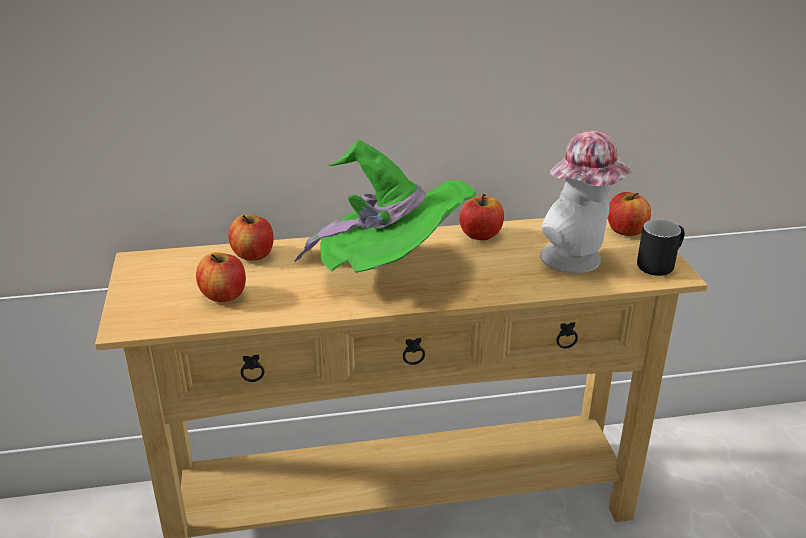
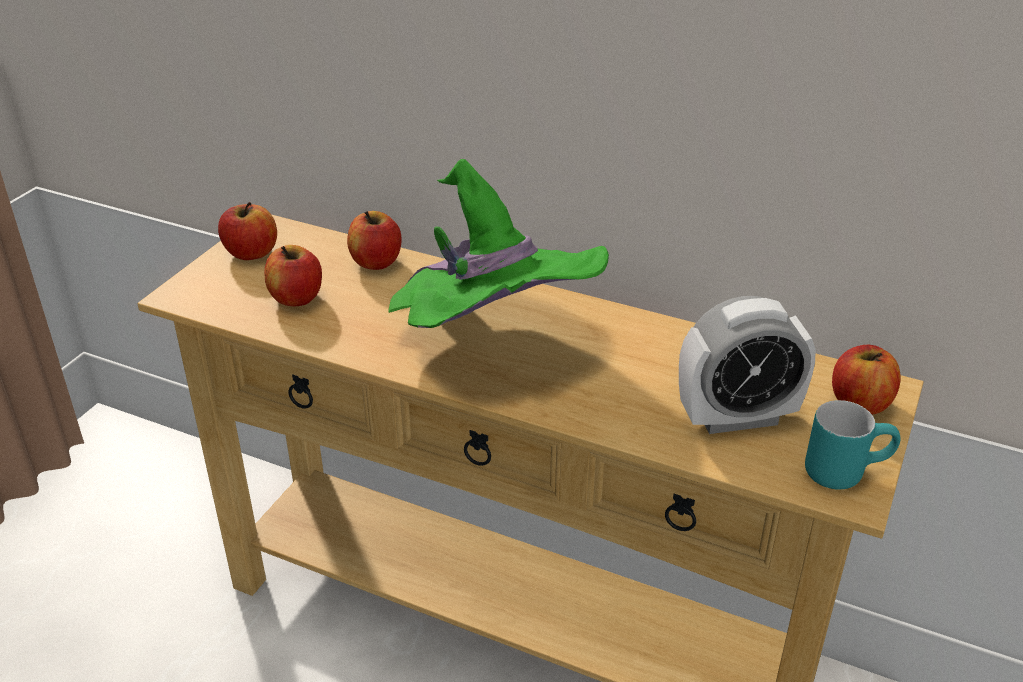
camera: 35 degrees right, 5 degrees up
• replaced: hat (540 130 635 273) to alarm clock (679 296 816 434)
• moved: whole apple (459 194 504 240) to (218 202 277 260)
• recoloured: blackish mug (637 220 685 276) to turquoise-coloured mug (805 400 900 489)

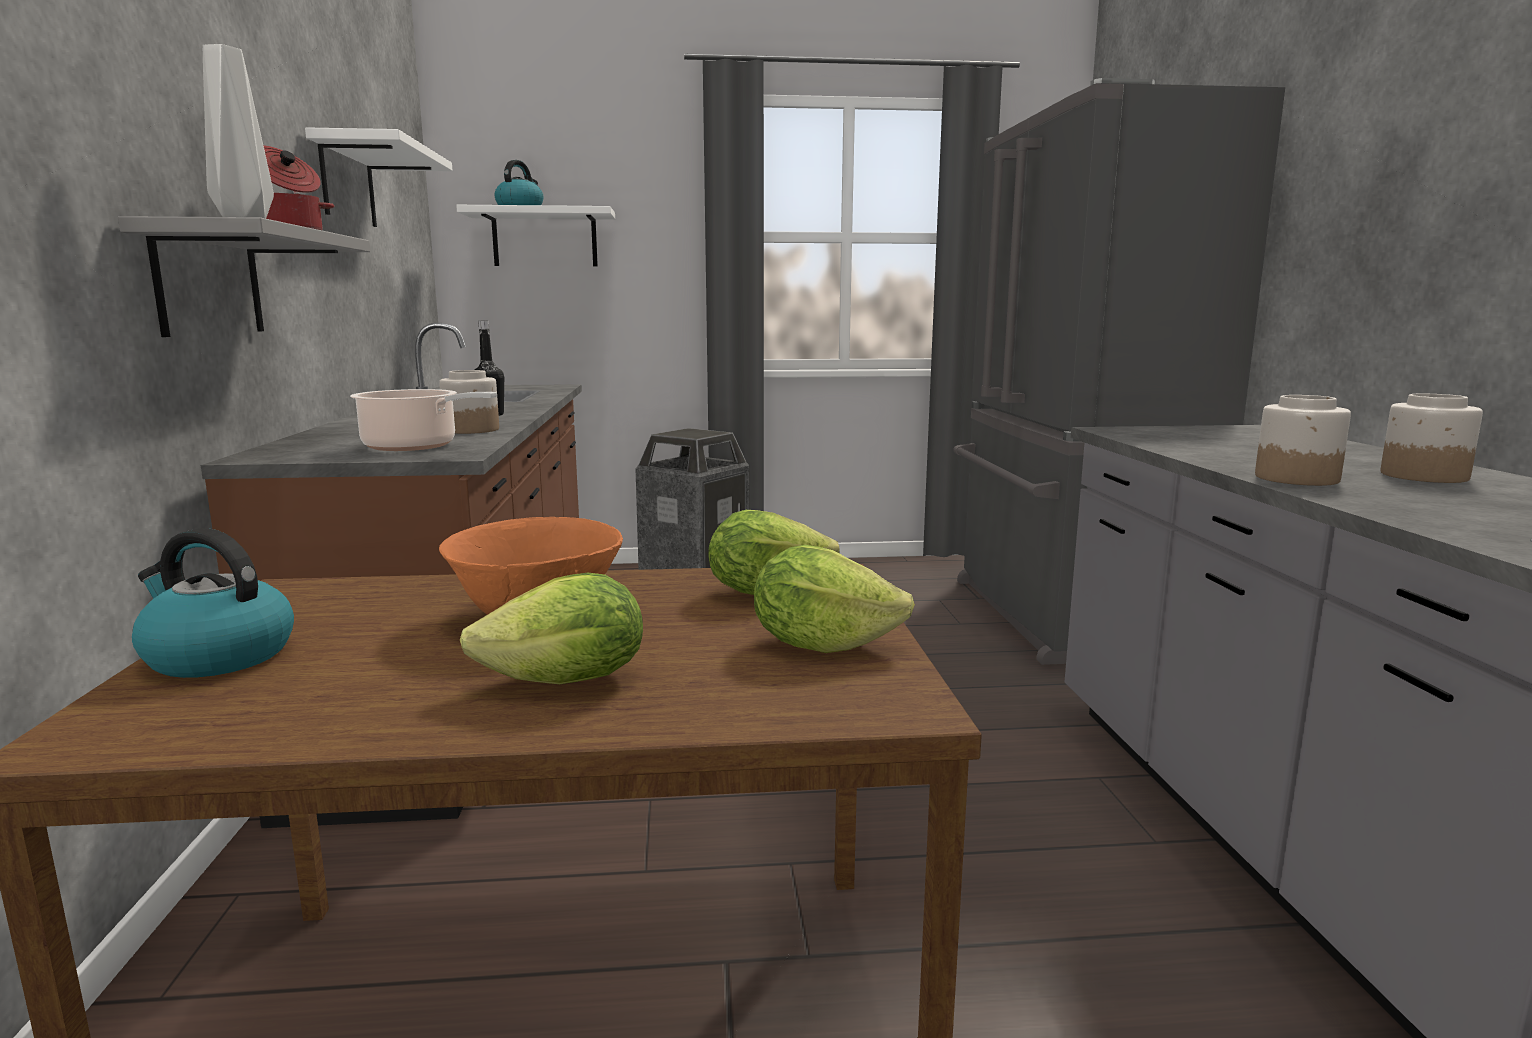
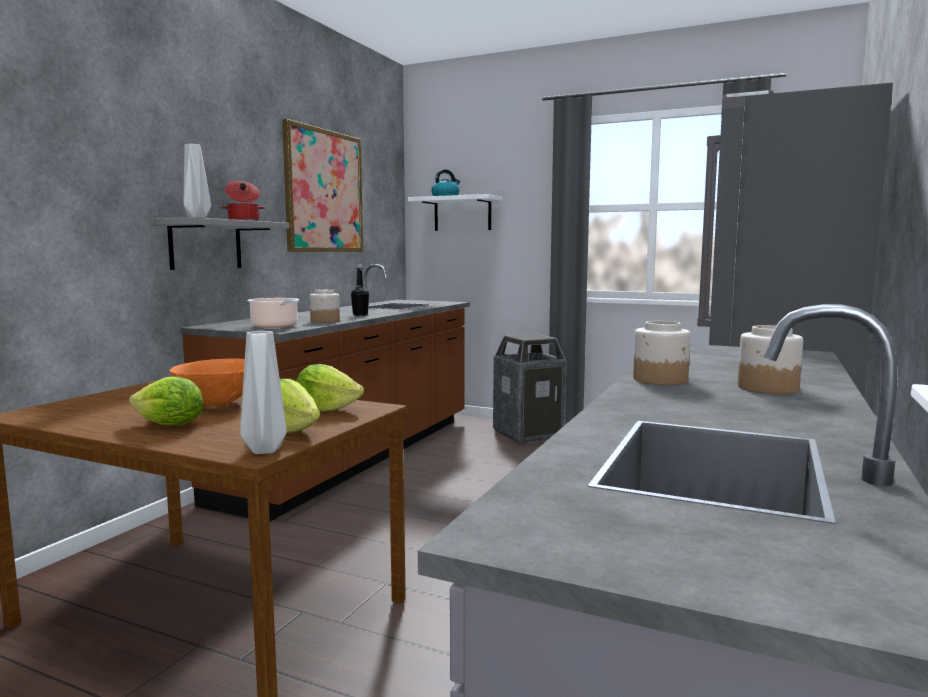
camera: 30 degrees right, 5 degrees down
• replaced: whitish bracket shelf (305 127 452 227) to picture (282 119 363 252)
• removed: water kettle (132 528 294 678)
• added: grey flower vase (240 331 287 454)

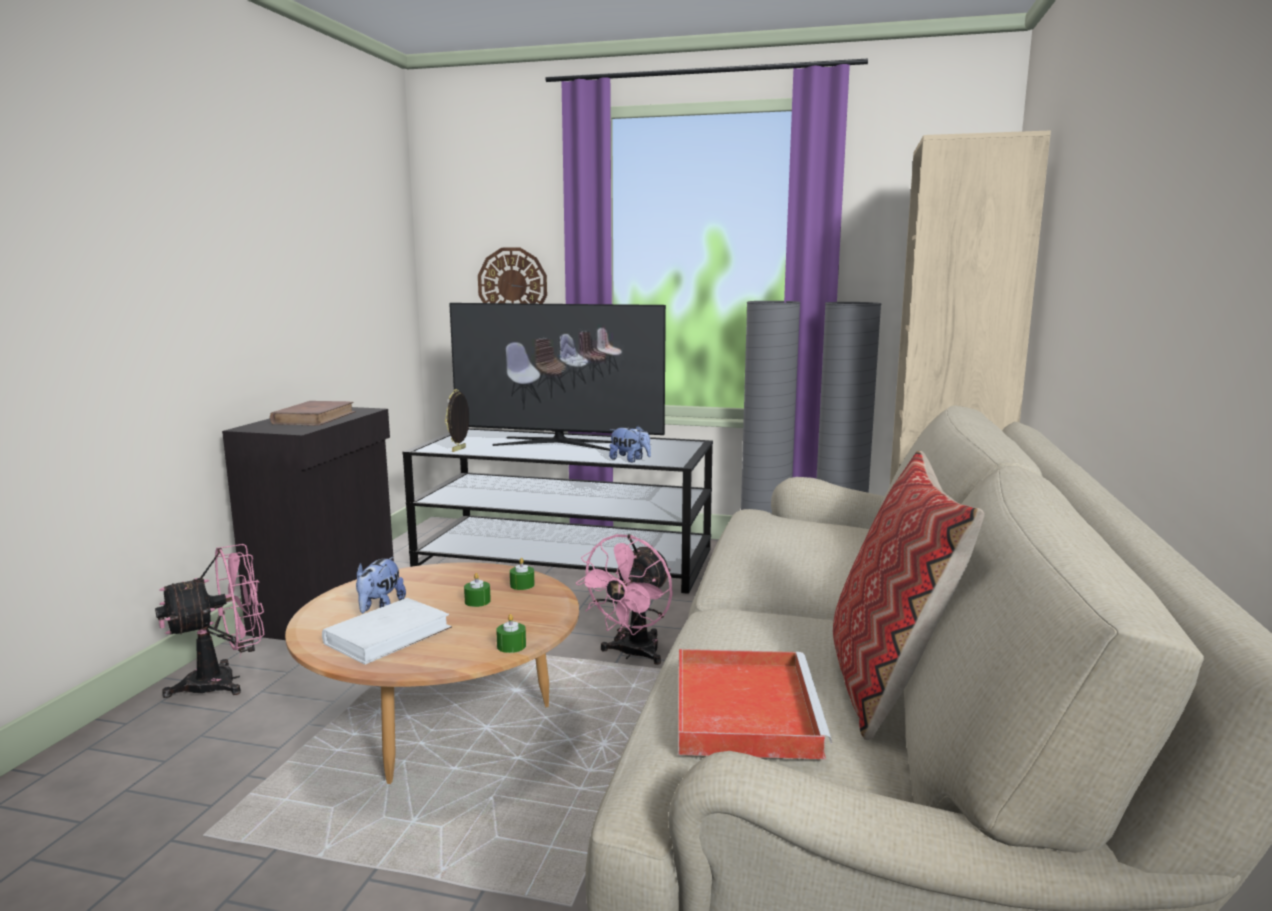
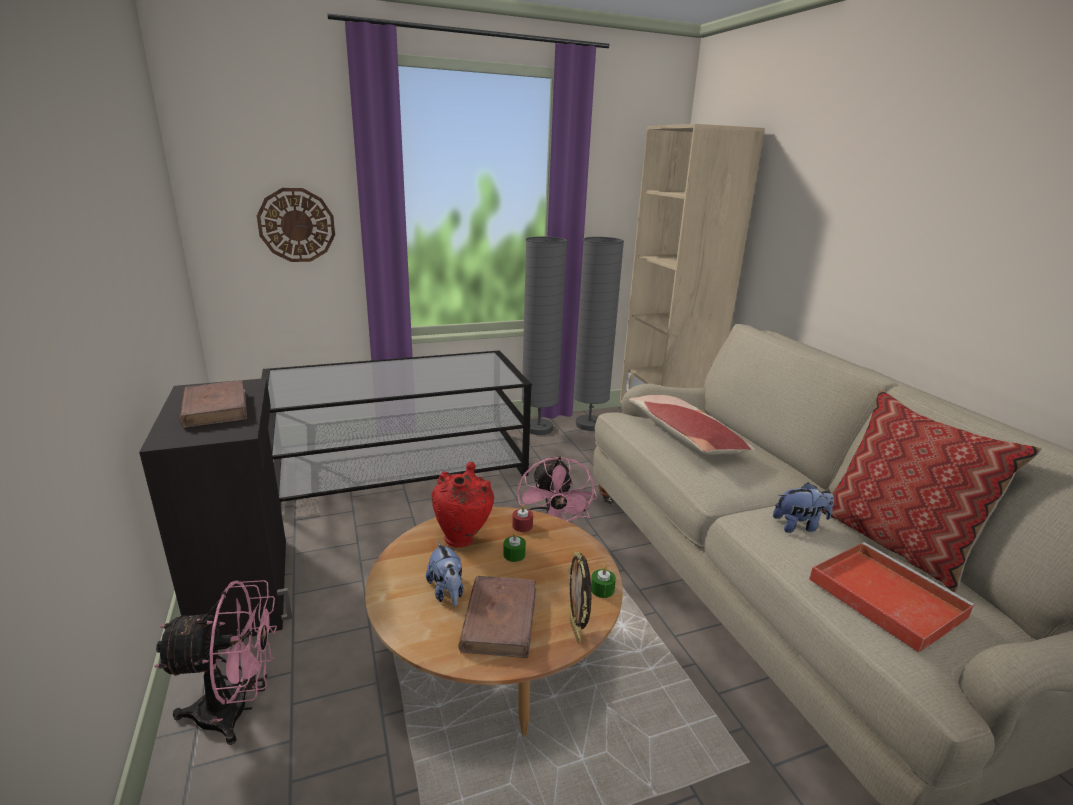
camera: 35 degrees left, 10 degrees up
• removed: television (449 303 666 451)
• moved: picture frame (445 389 469 452) to (568 551 591 644)
• moved: plush toy (609 426 651 462) to (773 483 834 533)
• turned: pink-coloured fan (155 544 264 698) = (154 580 277 745) 60 degrees clockwise
• recoloured: greenish wax candle (510 558 535 590) to reddish wax candle (512 505 533 532)
• recoloured: whitish volume (322 598 452 665) to brown volume (458 576 536 658)
• added: throw pillow (629 395 755 455)
• added: reddish flower vase (432 462 494 547)

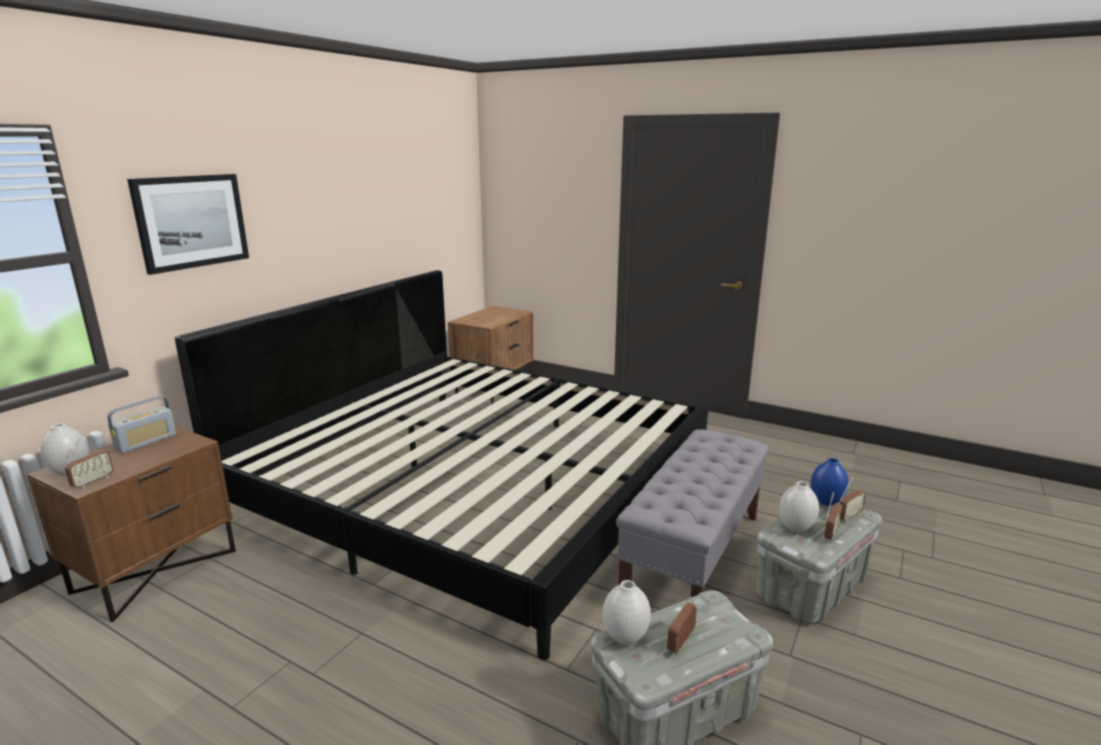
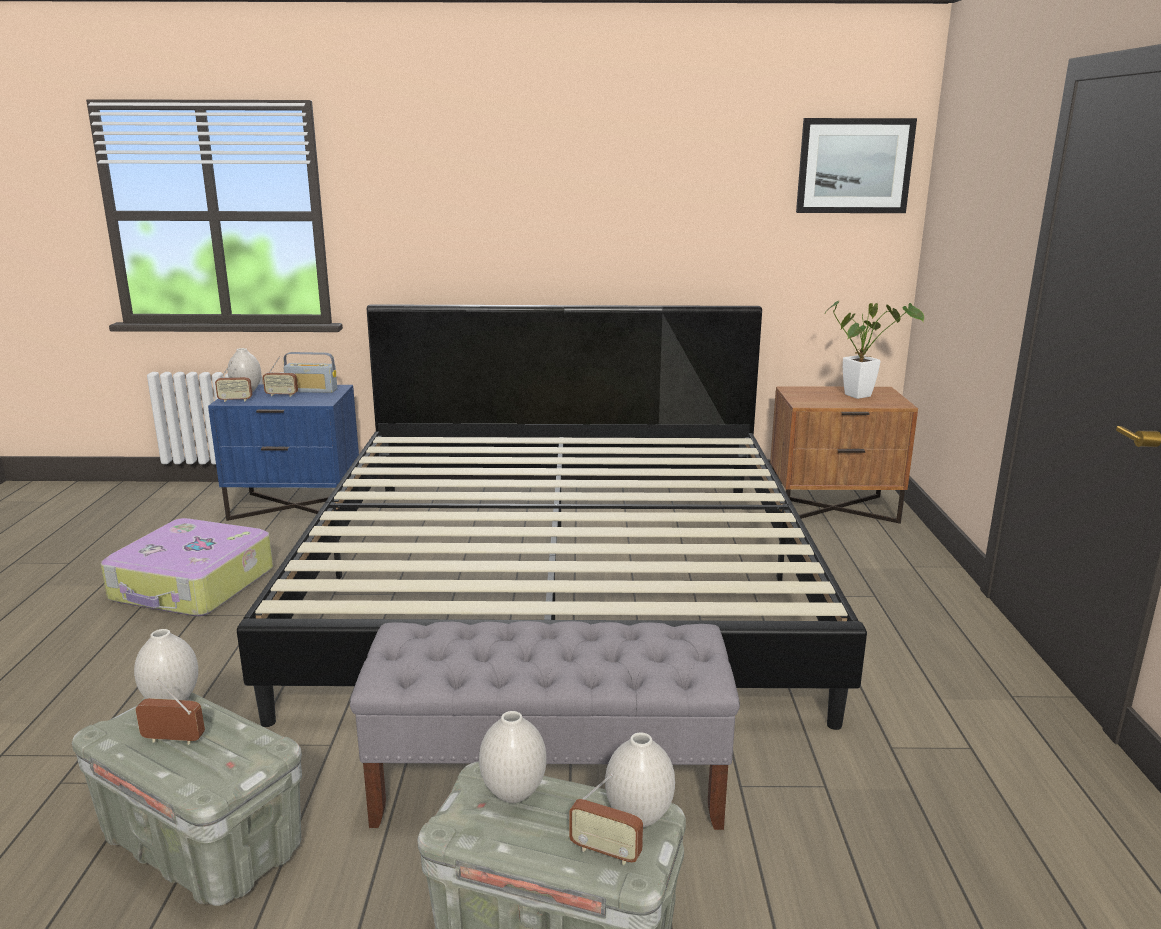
camera: 60 degrees right, 0 degrees up
• moved: picture (127 174 249 275) to (796 118 917 213)
• recoloured: brown nightstand (27 426 236 622) to bluish nightstand (208 384 359 521)
• recoloured: bluish flower vase (811 458 849 506) to whitish flower vase (605 732 675 828)
• moved: radio (824 492 843 541) to (263 356 298 397)
• added: houseplant (823 301 924 399)
• added: piece of luggage (101 518 273 616)

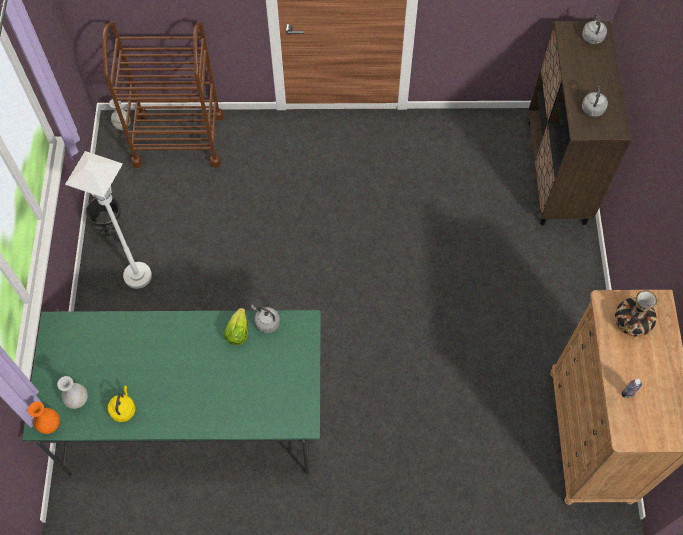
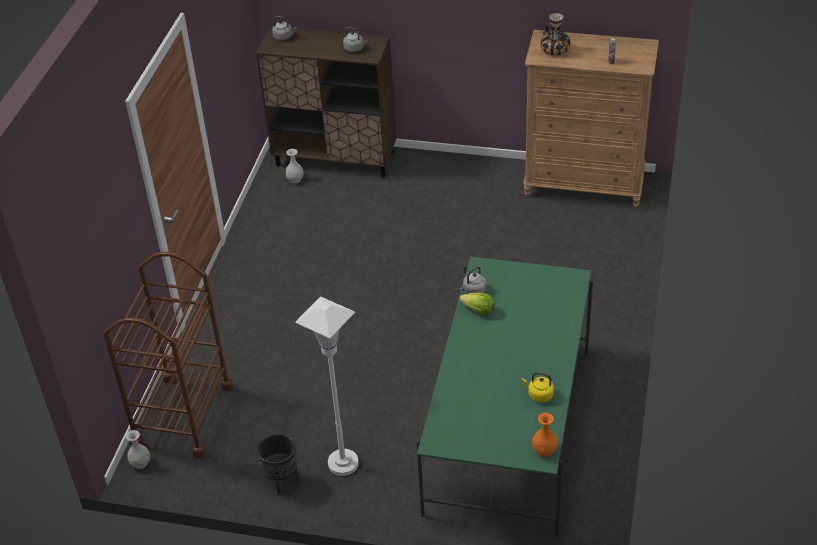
camera: 75 degrees left, 20 degrees down
• moved: whitish flower vase (57 376 88 409) to (286 149 304 183)

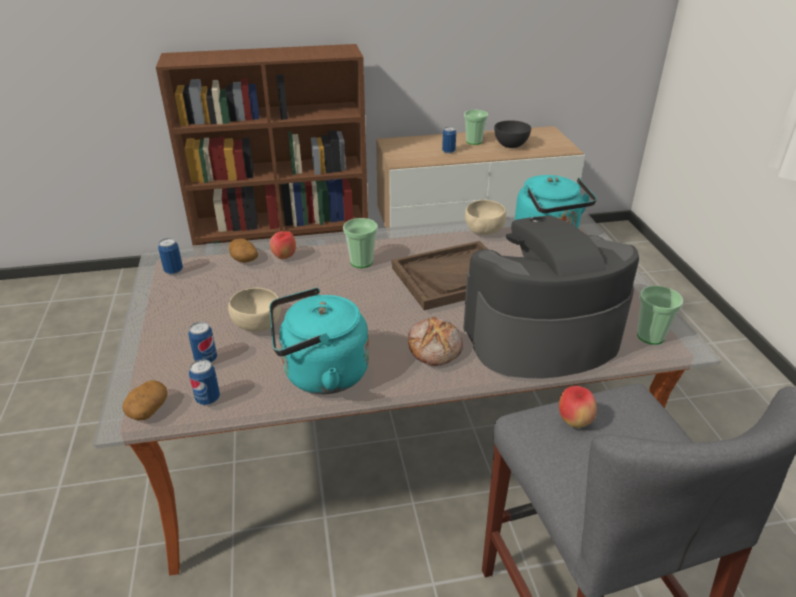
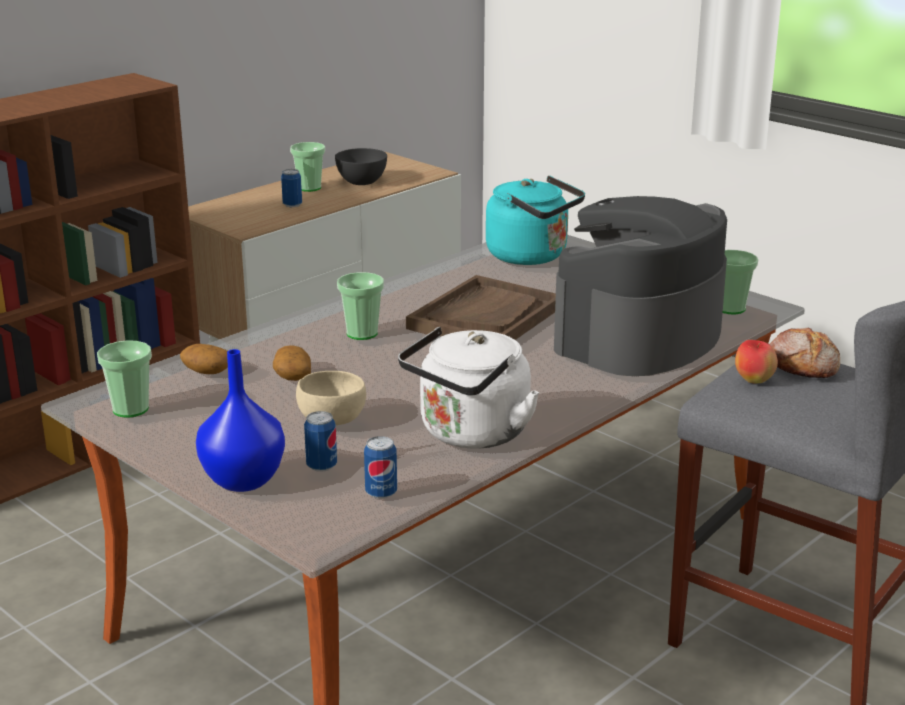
camera: 35 degrees left, 10 degrees down
• removed: sand-coloured deep dish (465 200 506 235)
• removed: whole apple (270 231 296 259)
• replaced: metal can (158 238 183 275) to small cup (97 340 152 418)
• recoloured: turquoise-coloured water kettle (270 288 369 394) to whitish water kettle (398 327 539 449)
• moved: bakery bread (408 317 463 366) to (769 327 840 378)
• moved: spud (122 380 167 421) to (273 346 311 381)
• added: bluish flower vase (196 349 285 492)

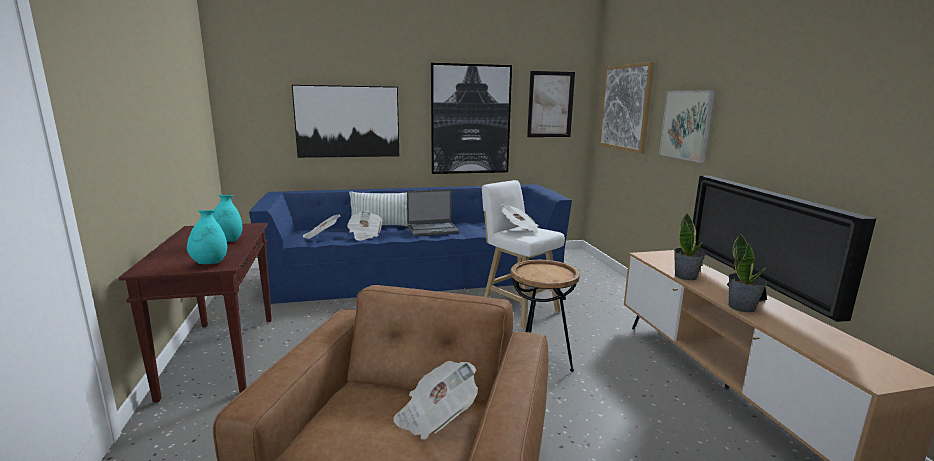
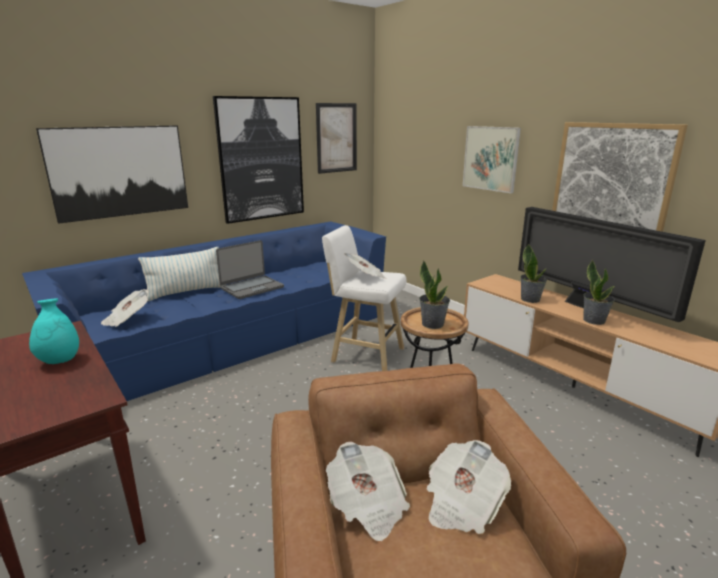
camera: 25 degrees left, 5 degrees up
• moved: picture (599 62 655 154) to (552 122 688 232)
• removed: turquoise-coloured flower vase (187 210 227 264)
• moved: newspaper (347 211 383 241) to (326 441 410 541)
• added: houseplant (419 260 450 329)

